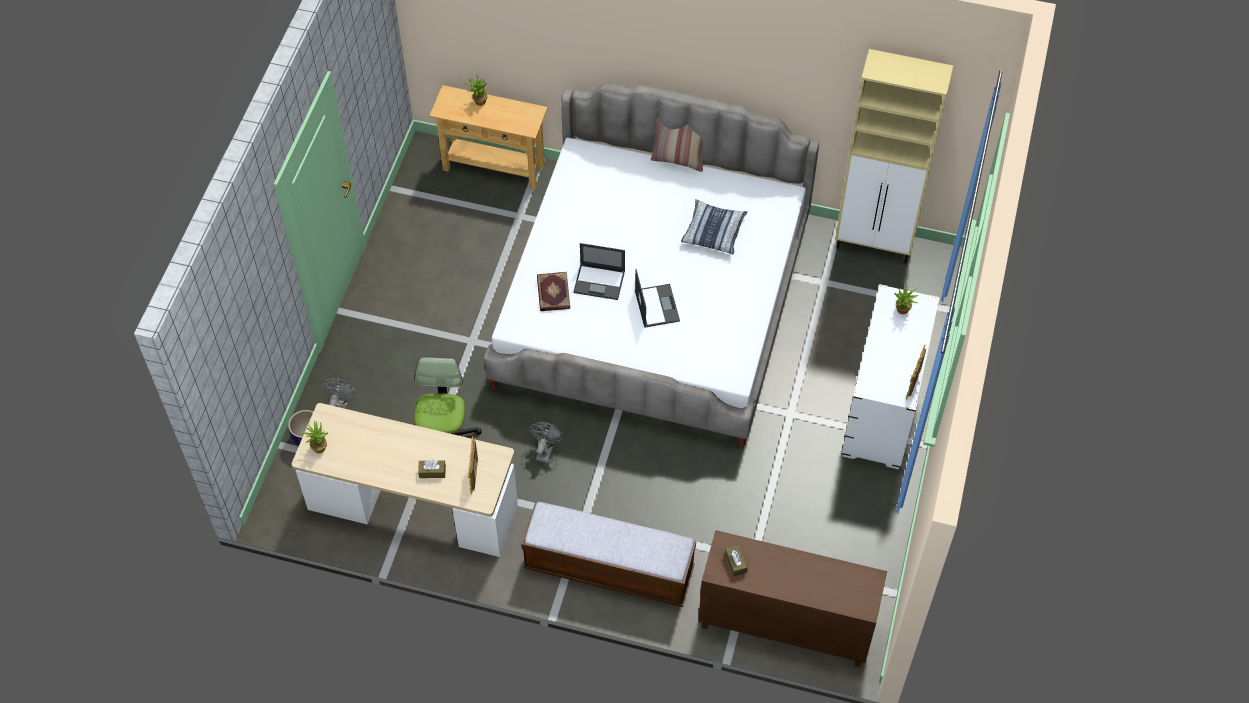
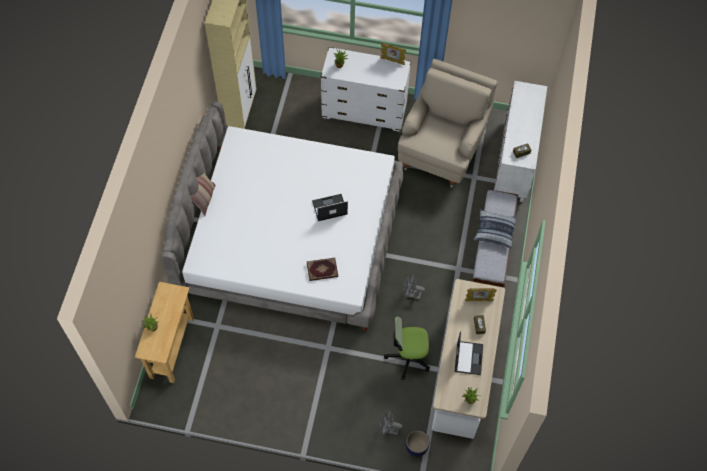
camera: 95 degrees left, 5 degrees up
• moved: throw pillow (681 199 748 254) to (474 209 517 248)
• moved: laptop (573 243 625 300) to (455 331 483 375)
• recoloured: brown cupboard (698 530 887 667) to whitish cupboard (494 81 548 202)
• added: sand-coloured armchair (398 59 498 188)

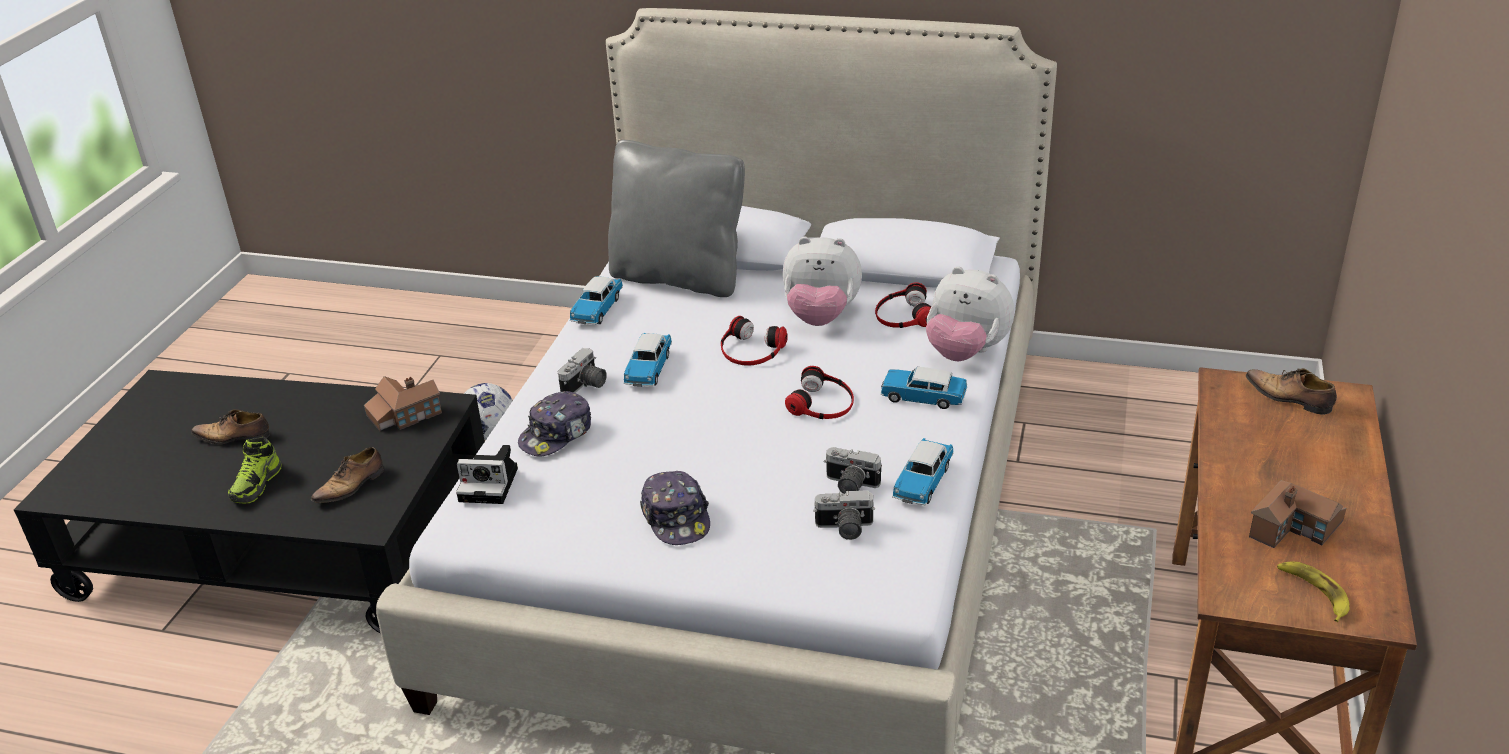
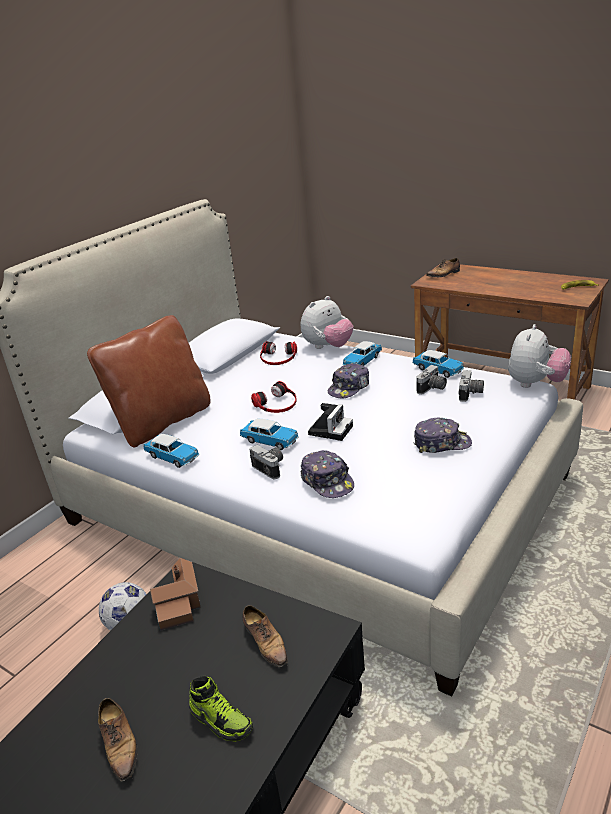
camera: 70 degrees left, 5 degrees down
• recoloured: grey throw pillow (608 140 745 297) to brown throw pillow (87 315 211 447)
• moved: plush toy (783 237 862 326) to (508 324 571 388)
• replaced: headset (785 366 854 419) to peaked cap (328 363 369 399)
• turned: low shoe (191 409 270 444) = (98 698 137 782) 45 degrees counterclockwise
• moved: still camera (456 445 518 504) to (308 403 353 441)
• removed: model house (1249 480 1346 548)

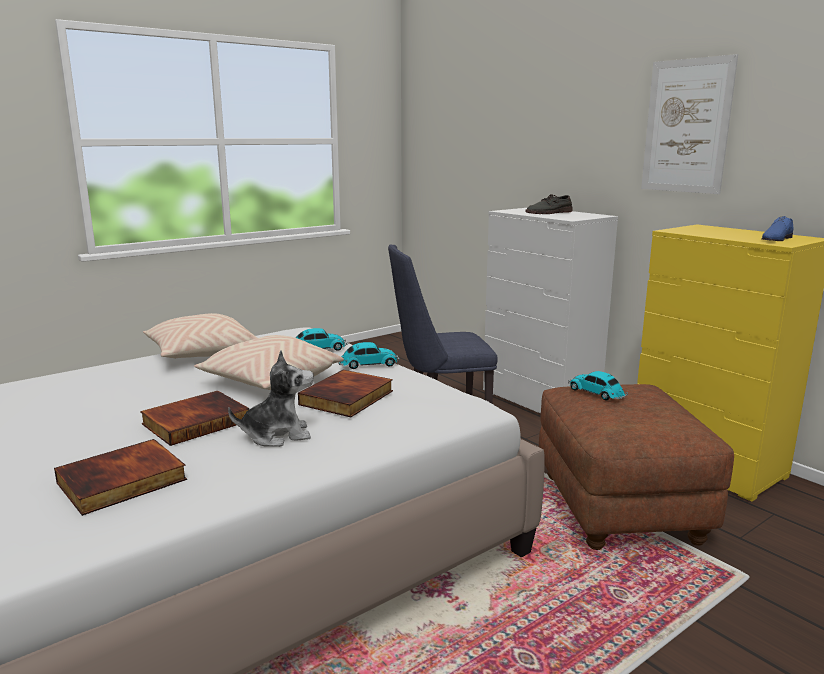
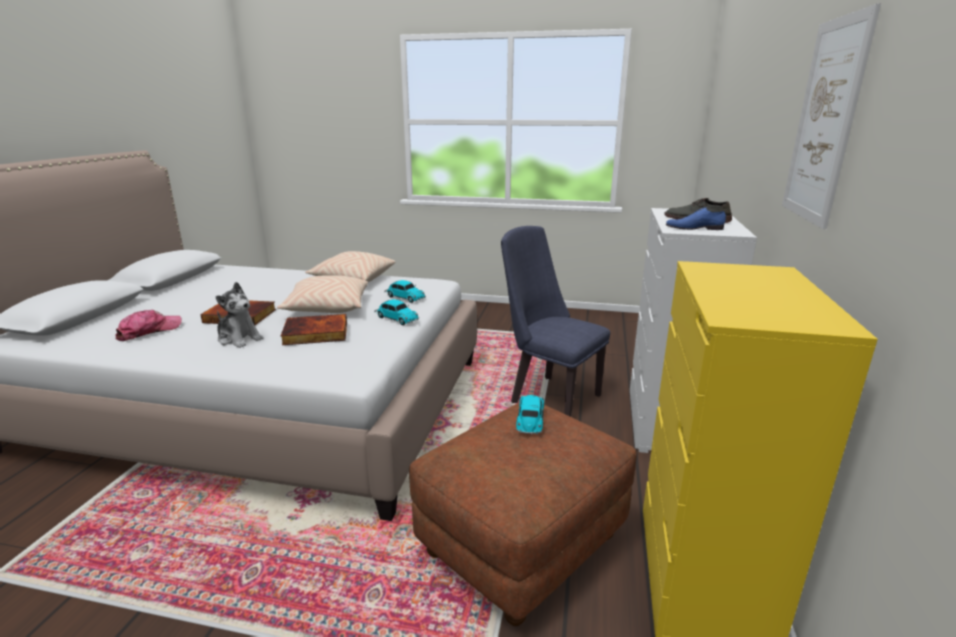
camera: 50 degrees right, 5 degrees up
• moved: bluish low shoe (761 216 794 241) to (666 207 726 230)
• replaced: volume (54 439 187 516) to peaked cap (115 310 182 341)

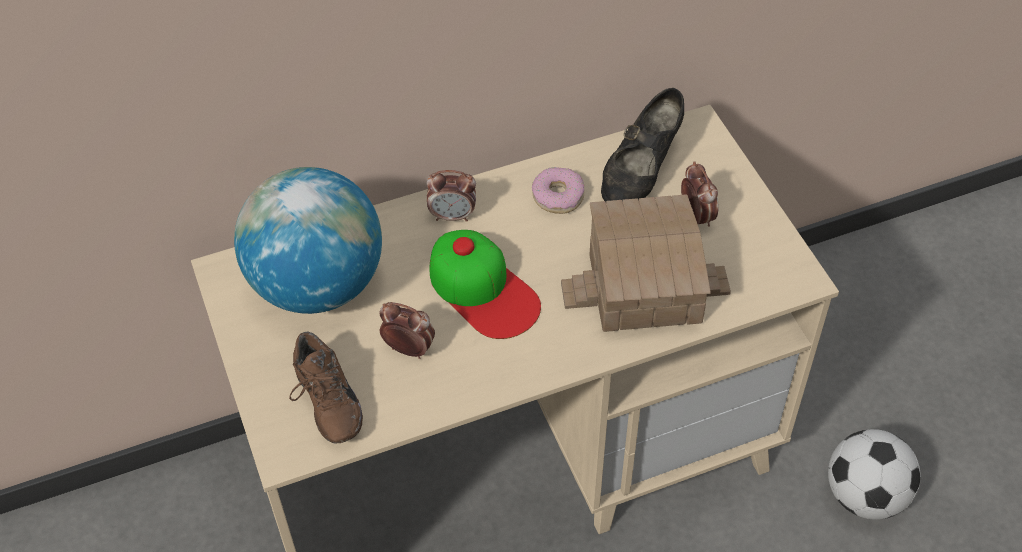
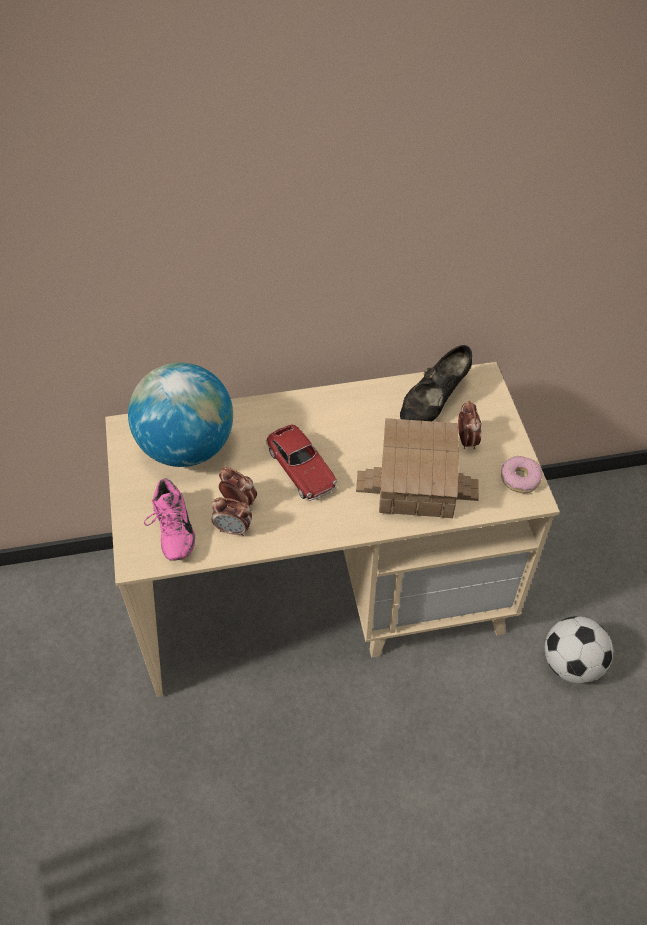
camera: 10 degrees right, 0 degrees up
• moved: ring doughnut (532 167 584 214) to (501 456 542 493)
• moved: alarm clock (427 170 476 222) to (212 497 252 536)
• replaced: peaked cap (430 230 541 339) to toy car (266 424 338 501)
• recoloured: brown low shoe (289 332 363 443) to pink-coloured low shoe (144 478 195 561)

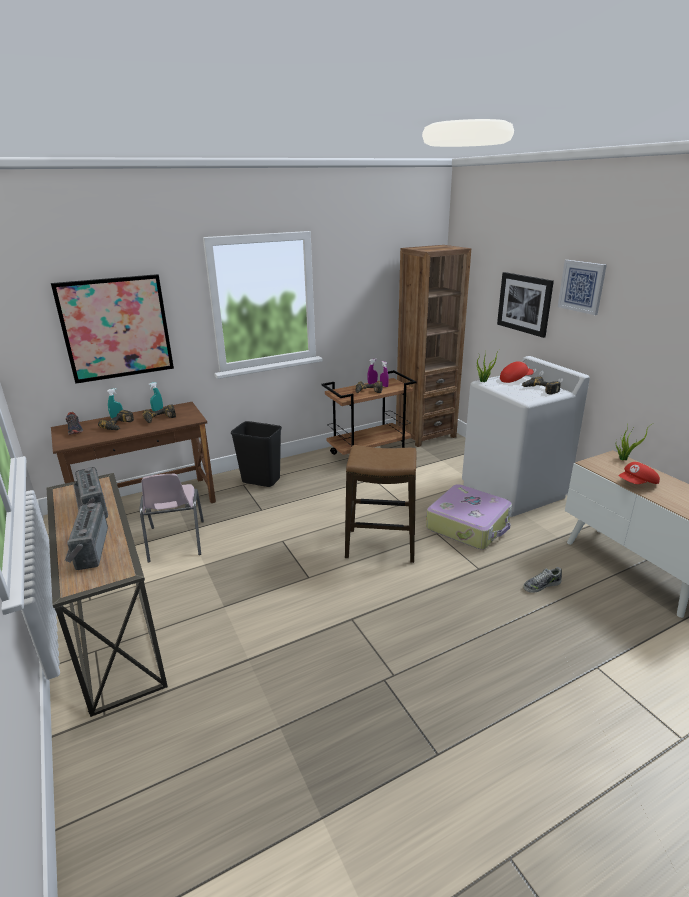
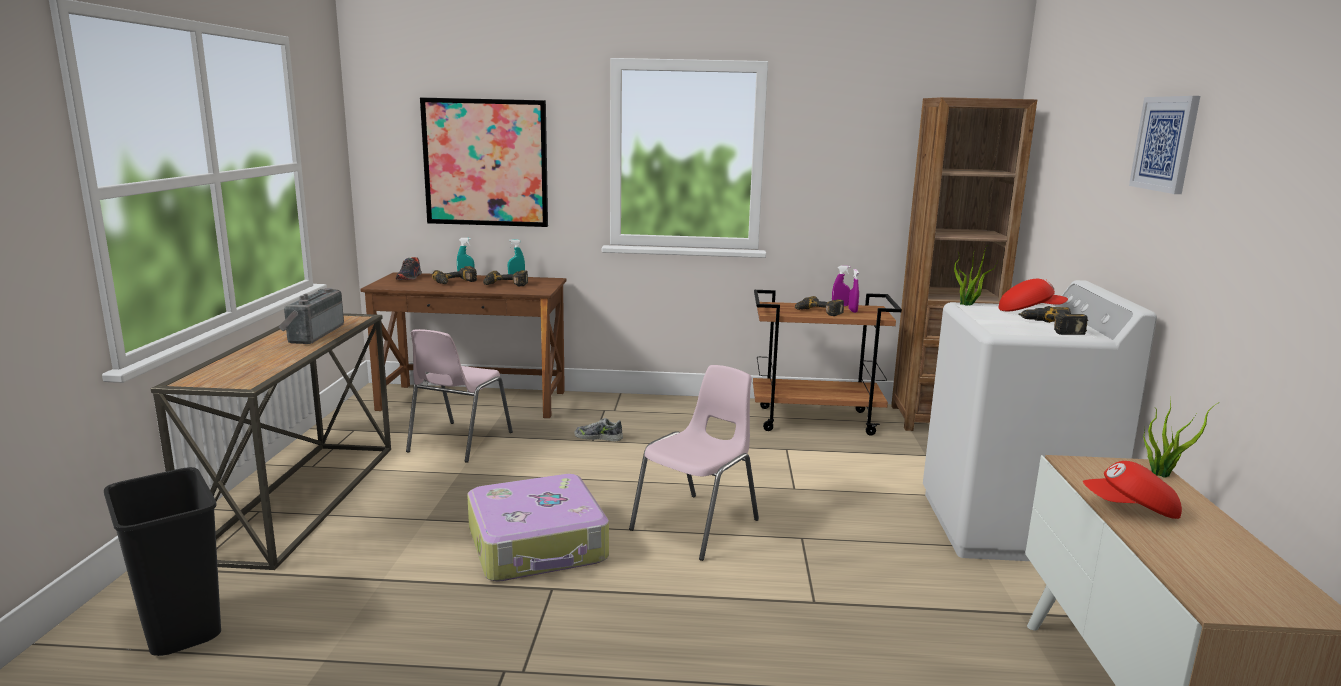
camera: 30 degrees right, 10 degrees down
• removed: picture (497 272 554 338)
• moved: blackish waste bin (231 421 282 487) to (104 467 221 656)
• replaced: stool (345 445 417 563) to pink-coloured chair (629 365 759 561)
• moved: piece of luggage (426 484 512 549) to (467 474 609 582)
• removed: radio (65 502 108 570)
• moved: low shoe (523 567 562 593) to (574 418 623 441)

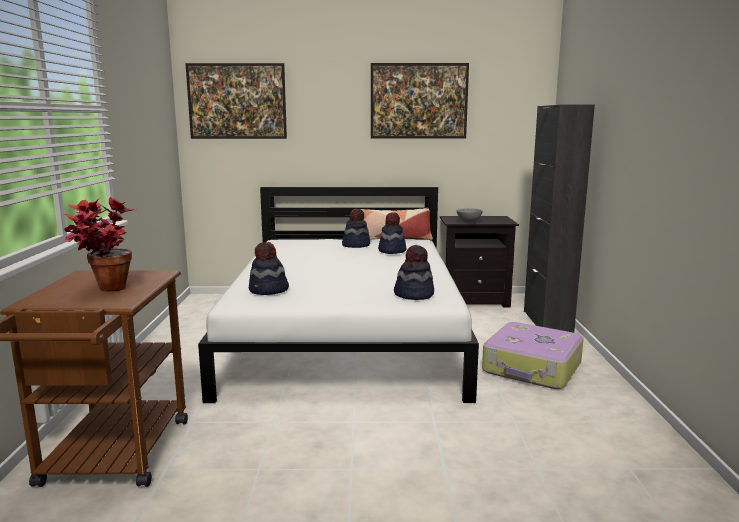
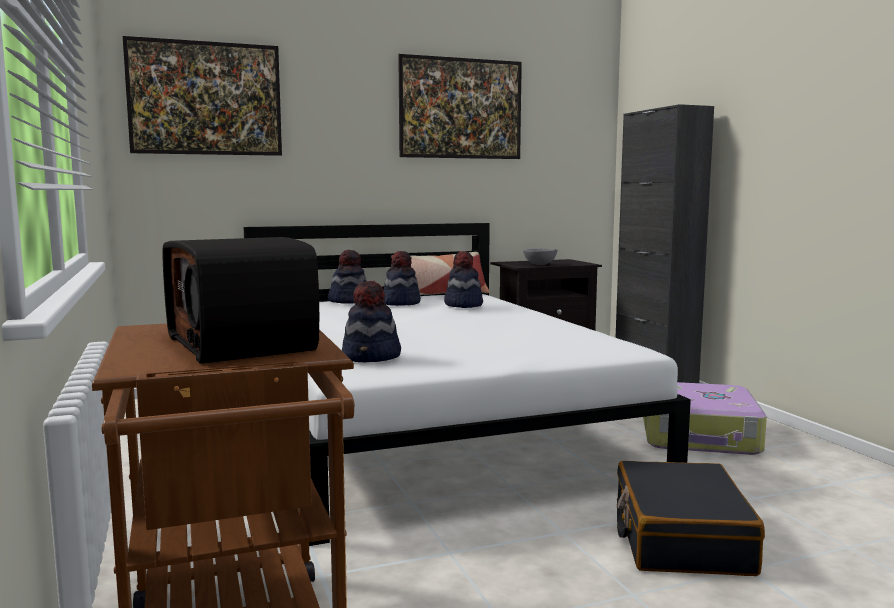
camera: 20 degrees left, 5 degrees down
• replaced: houseplant (64 197 136 292) to radio (162 237 319 364)
• moved: hat (394 245 434 300) to (328 250 367 304)
• added: blackish piece of luggage (617 461 765 576)

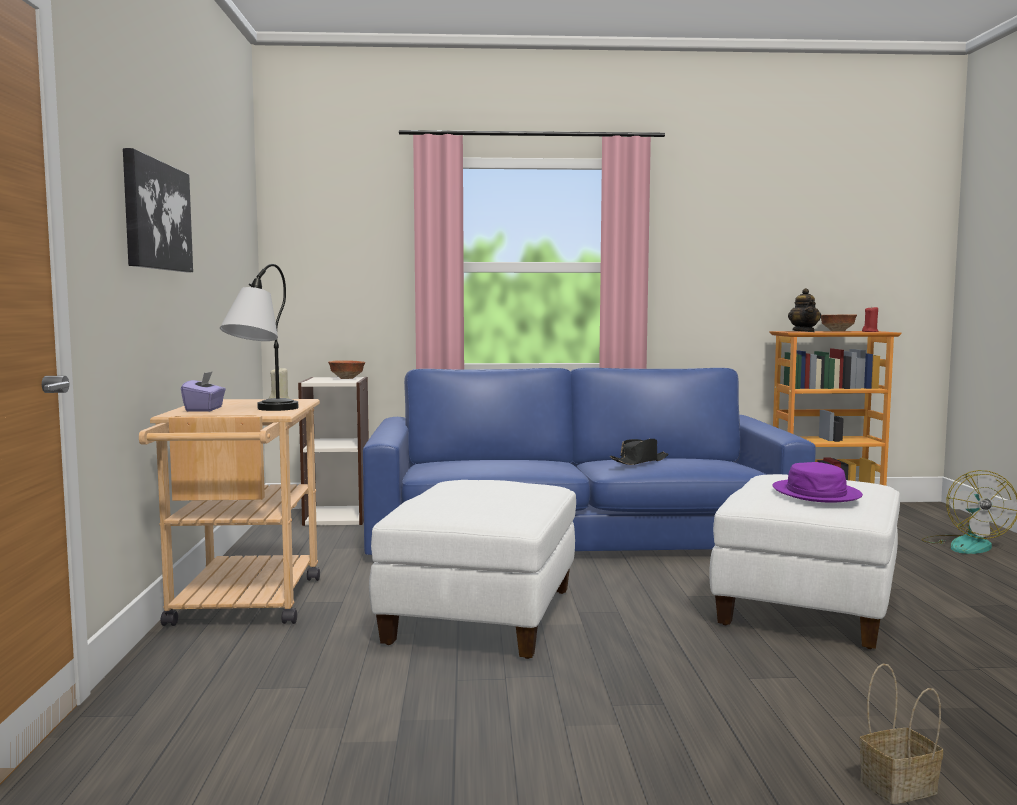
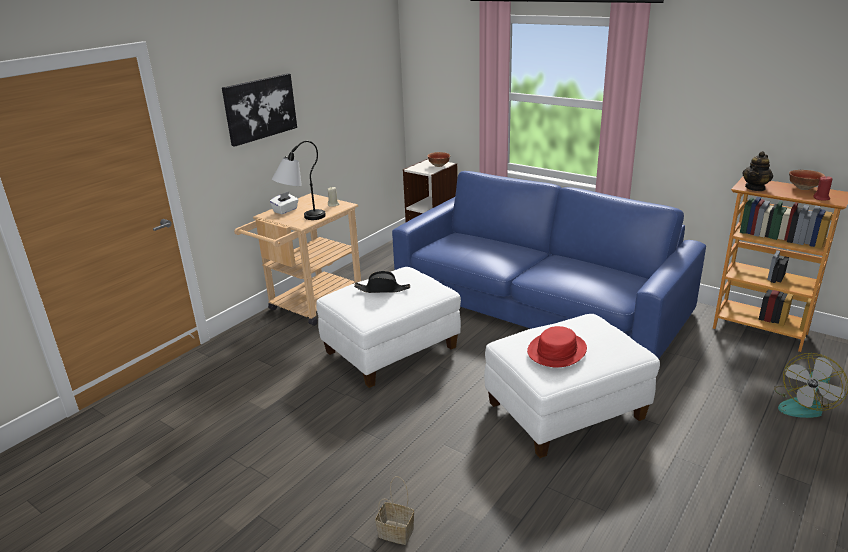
camera: 40 degrees right, 20 degrees up
• recoloured: purplish tissue holder (181 371 226 412) to whitish tissue holder (270 192 298 214)
• moved: blackish hat (610 439 668 465) to (354 271 410 293)
• recoloured: purplish hat (773 462 863 503) to reddish hat (527 326 587 367)

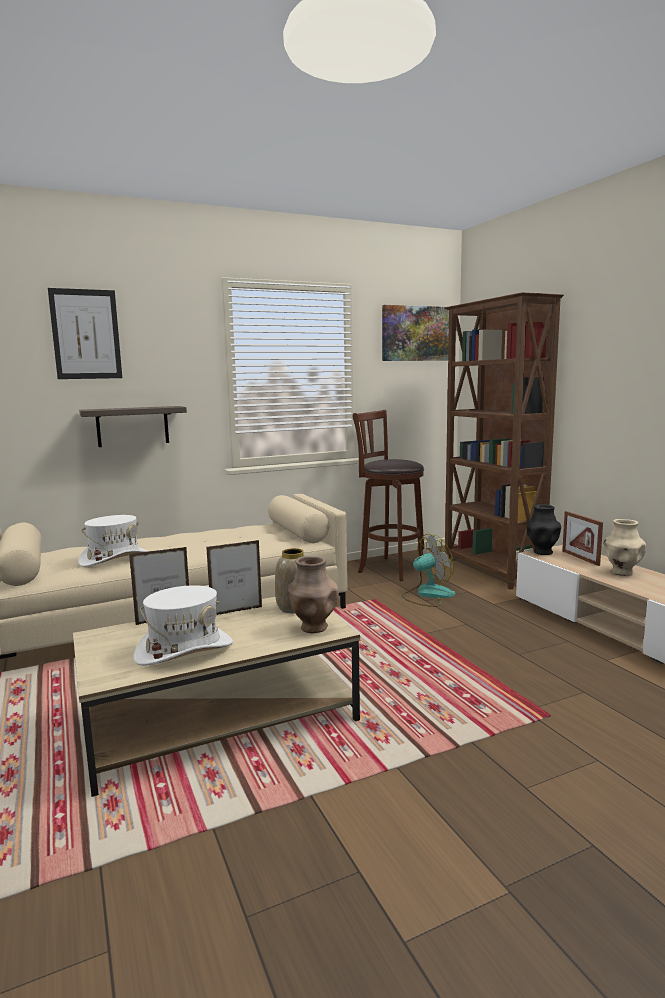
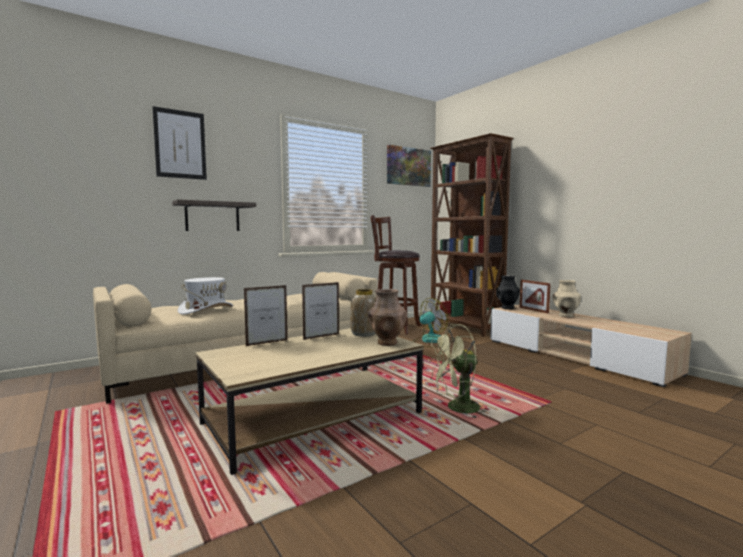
camera: 10 degrees left, 5 degrees down
• removed: whitish hat (133 585 233 666)
• added: greenish fan (428 324 489 419)

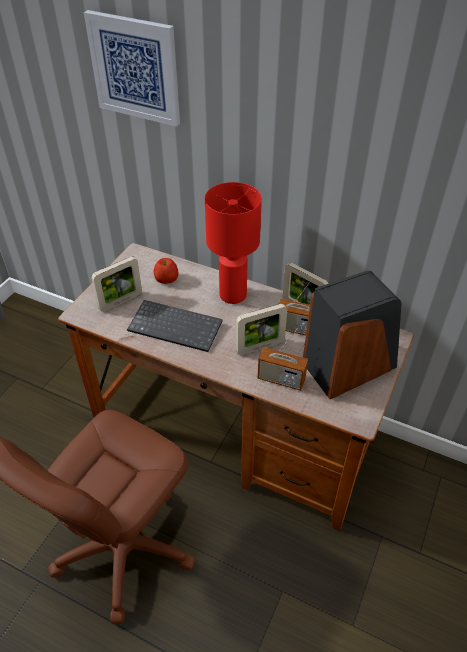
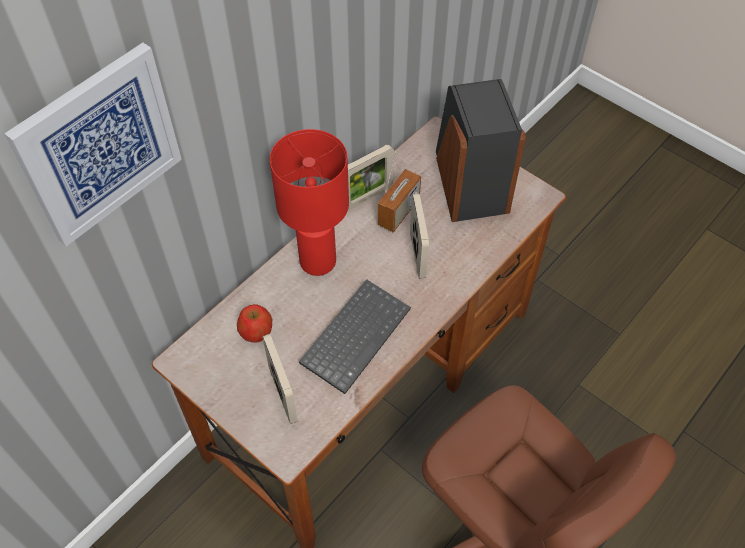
camera: 75 degrees left, 10 degrees up
• removed: radio (258 329 308 391)

